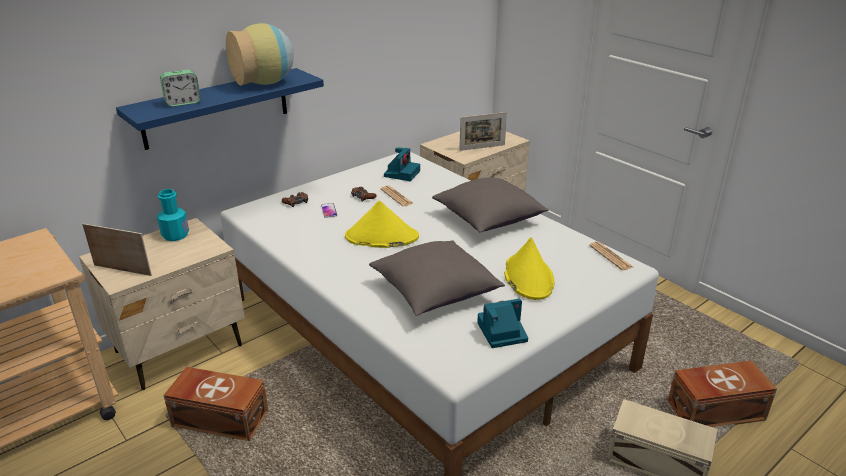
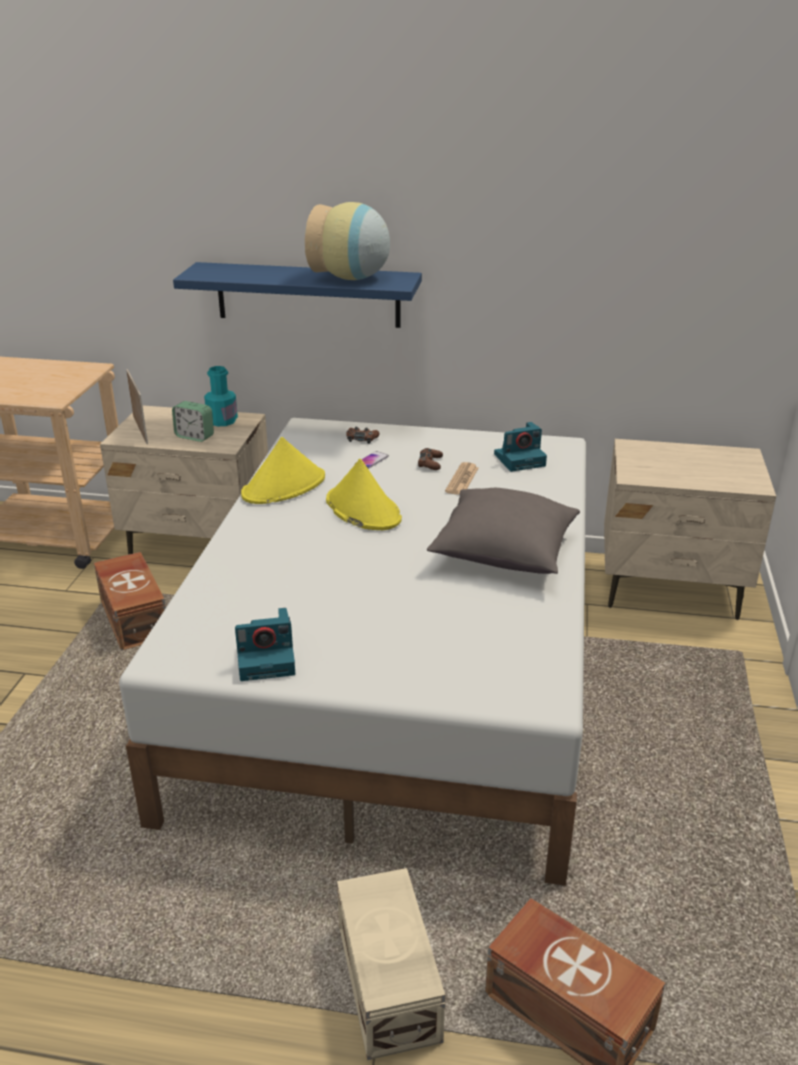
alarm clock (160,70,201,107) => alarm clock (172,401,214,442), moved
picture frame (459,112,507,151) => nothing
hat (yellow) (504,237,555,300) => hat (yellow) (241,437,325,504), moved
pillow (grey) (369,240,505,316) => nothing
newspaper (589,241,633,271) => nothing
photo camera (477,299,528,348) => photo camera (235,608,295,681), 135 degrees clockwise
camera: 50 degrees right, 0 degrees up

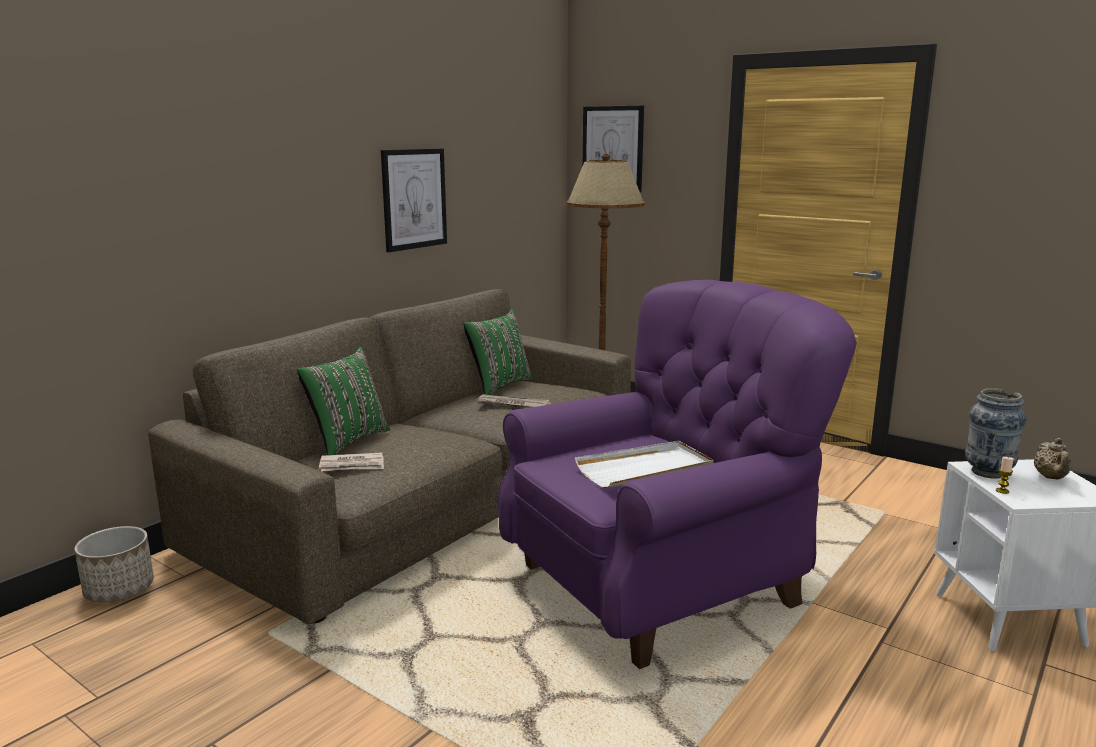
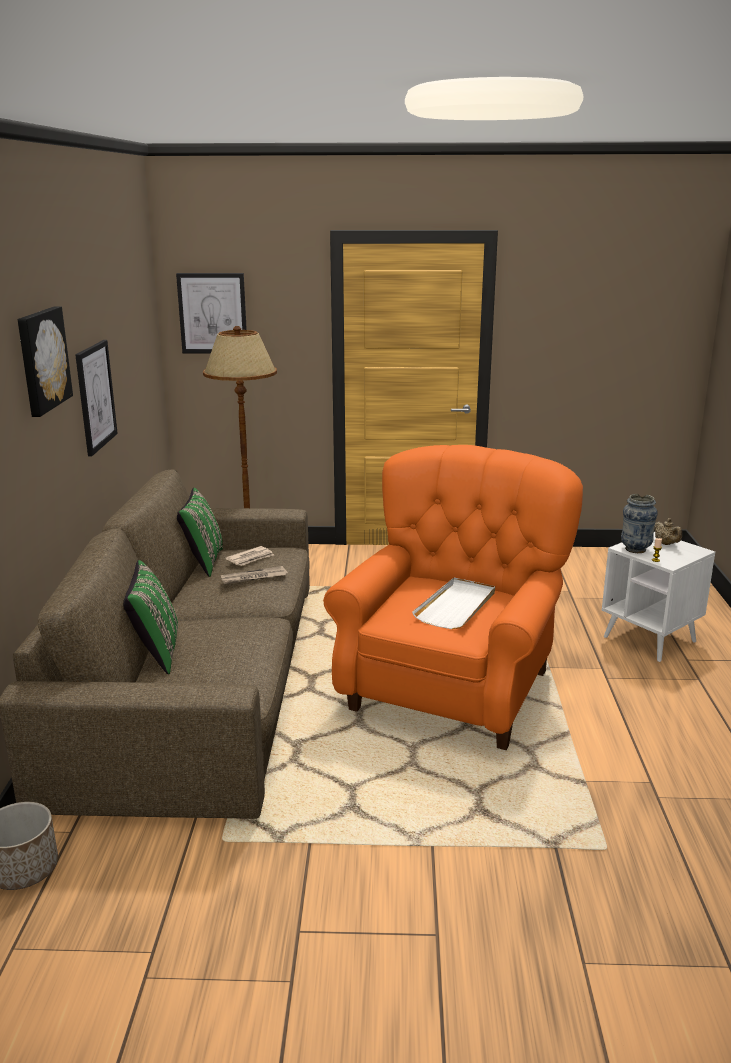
armchair (purple) (498,280,857,669) => armchair (orange) (323,445,583,750)
newspaper (319,452,384,471) => newspaper (225,546,274,566), moved
nothing => picture (17,306,73,417)
camera: 35 degrees left, 5 degrees up

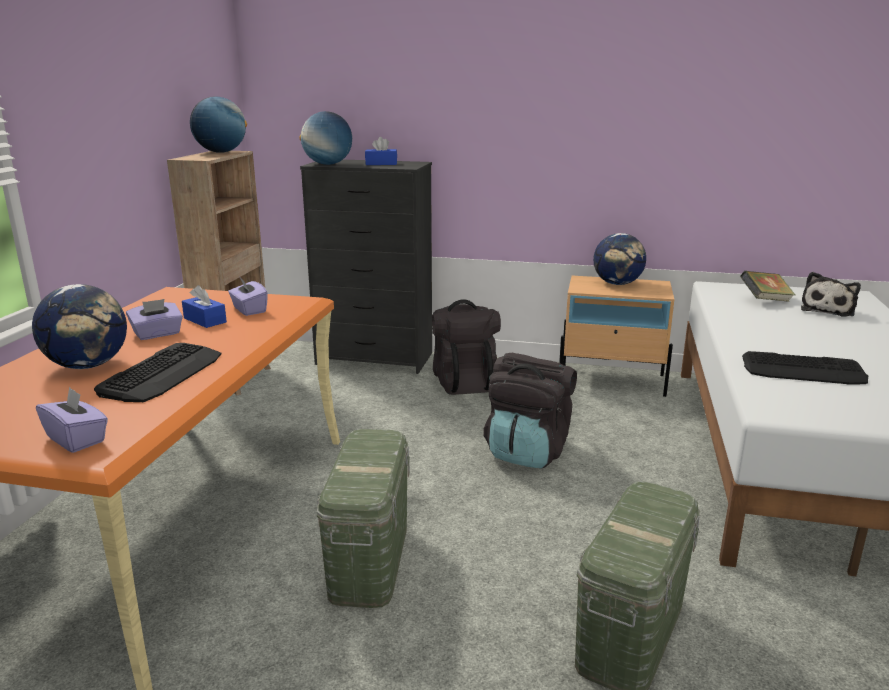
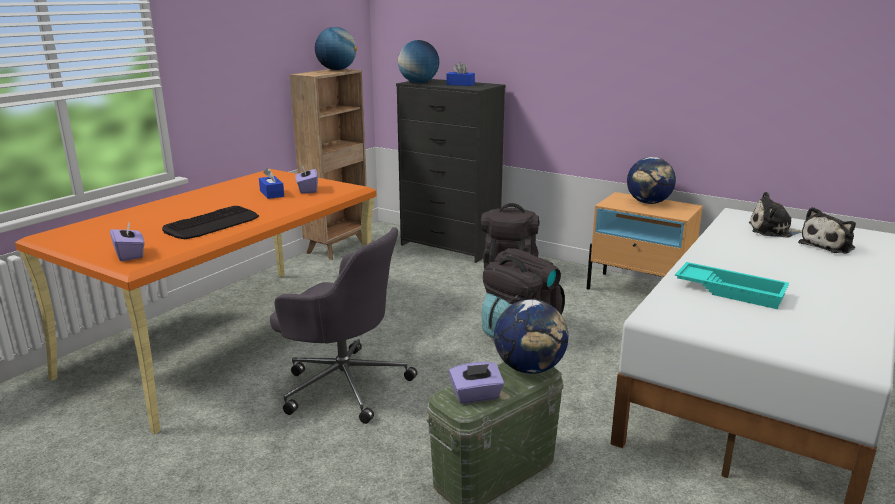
book (740,271,796,302) => plush toy (749,192,802,238)
globe (32,284,127,369) => globe (494,299,568,374), moved
tissue box (purple) (126,299,183,340) => tissue box (purple) (449,362,504,404), moved
keyboard (742,351,868,385) => tray (turquoise) (675,262,789,309)
storage box (green) (317,429,410,608) => office chair (grey) (270,227,417,424)
camera: 20 degrees right, 0 degrees up

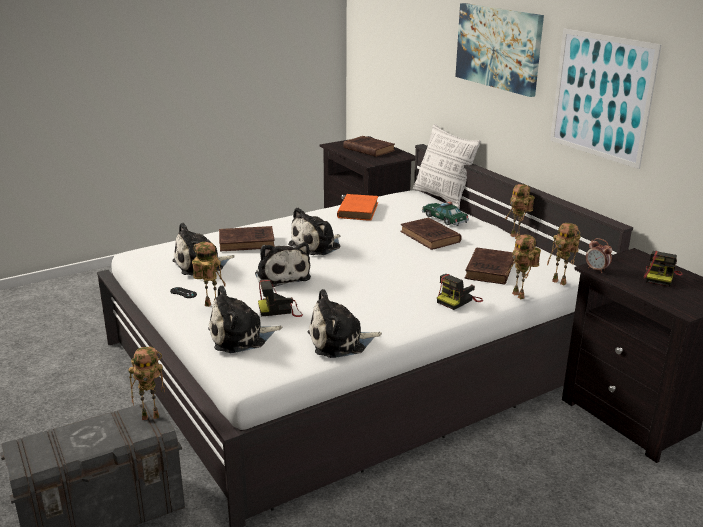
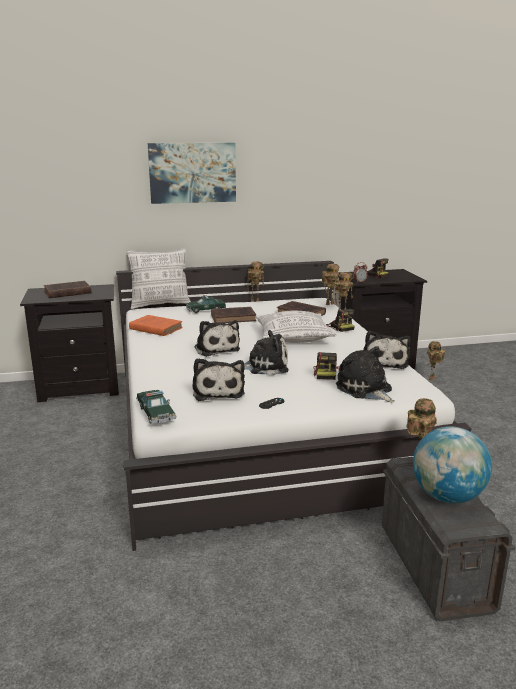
picture (550,29,661,169) => nothing
book (brown) (219,226,275,251) => nothing
toy robot (192,242,226,307) => toy robot (427,341,445,381), moved
plush toy (208,285,282,353) => plush toy (336,346,395,402), 150 degrees clockwise
nothing => pillow (255,311,336,343)
nothing => toy car (136,390,177,424)
nothing => globe (413,426,492,503)
camera: 70 degrees left, 5 degrees down

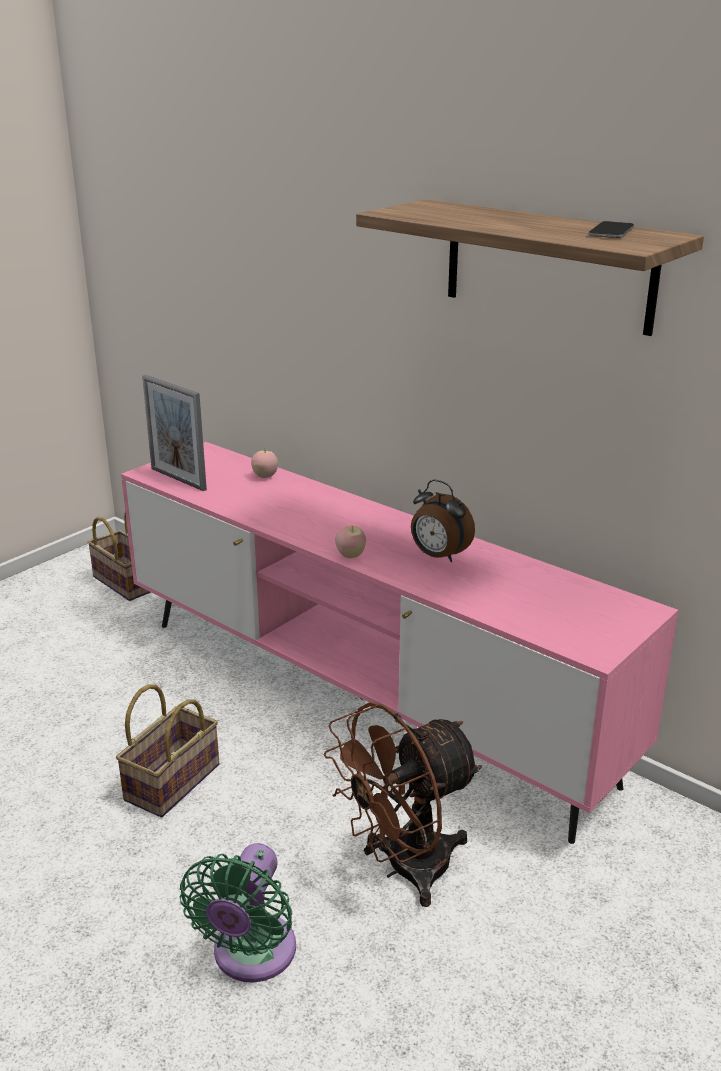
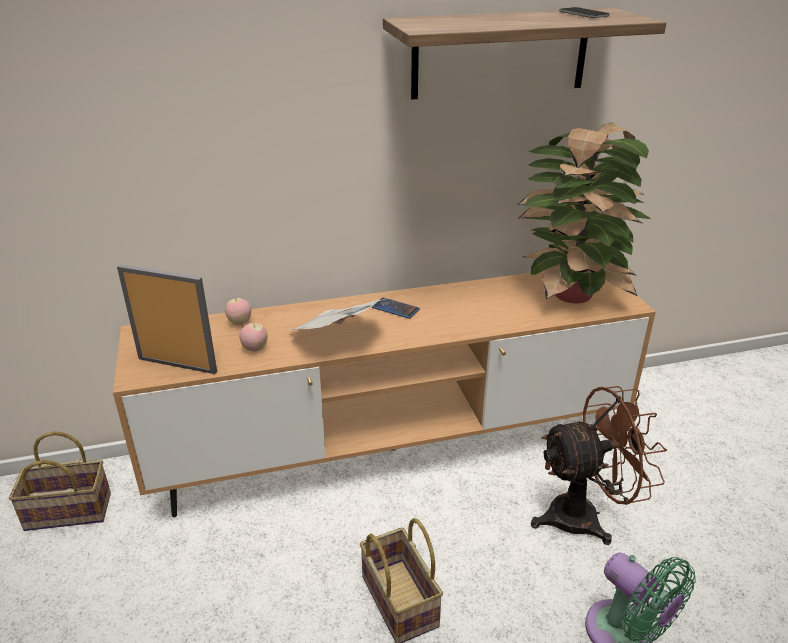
picture frame (142,375,207,491) => picture frame (117,264,217,374), 150 degrees counterclockwise
tv stand (pink) (121,442,678,844) => tv stand (brown) (113,271,656,517)
alarm clock (411,479,475,562) => nothing
apple (335,526,366,558) => apple (239,322,268,352), moved
fan (brown) (324,702,482,907) => fan (brown) (531,386,667,545), 105 degrees counterclockwise
nothing => potted plant (518,122,651,304)
nothing => phone (372,297,420,319)
nothing => newspaper (290,299,385,331)
camera: 55 degrees left, 5 degrees up

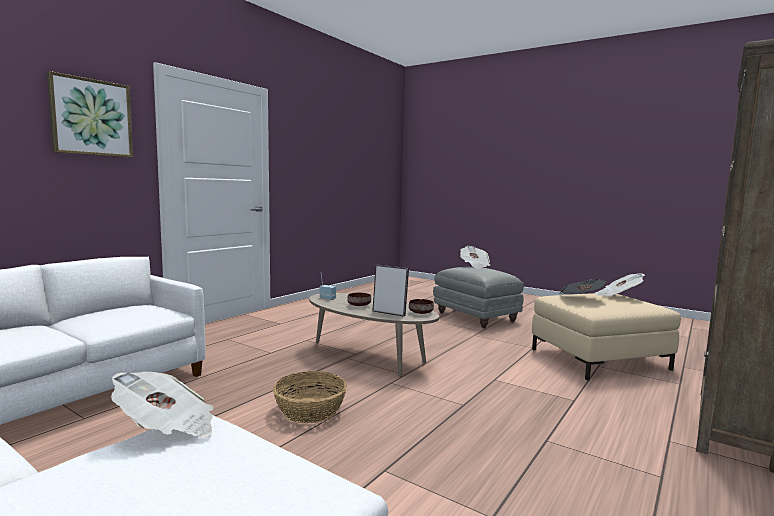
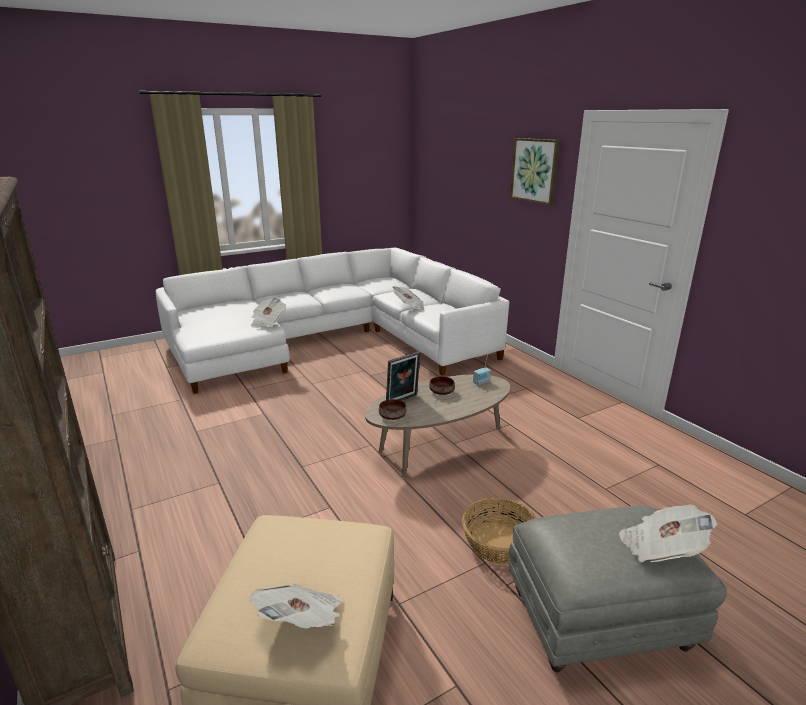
newspaper (560,279,606,294) => newspaper (393,286,424,309), moved
basket (273,371,347,423) => basket (462,498,536,565), moved
camera: 115 degrees right, 15 degrees up

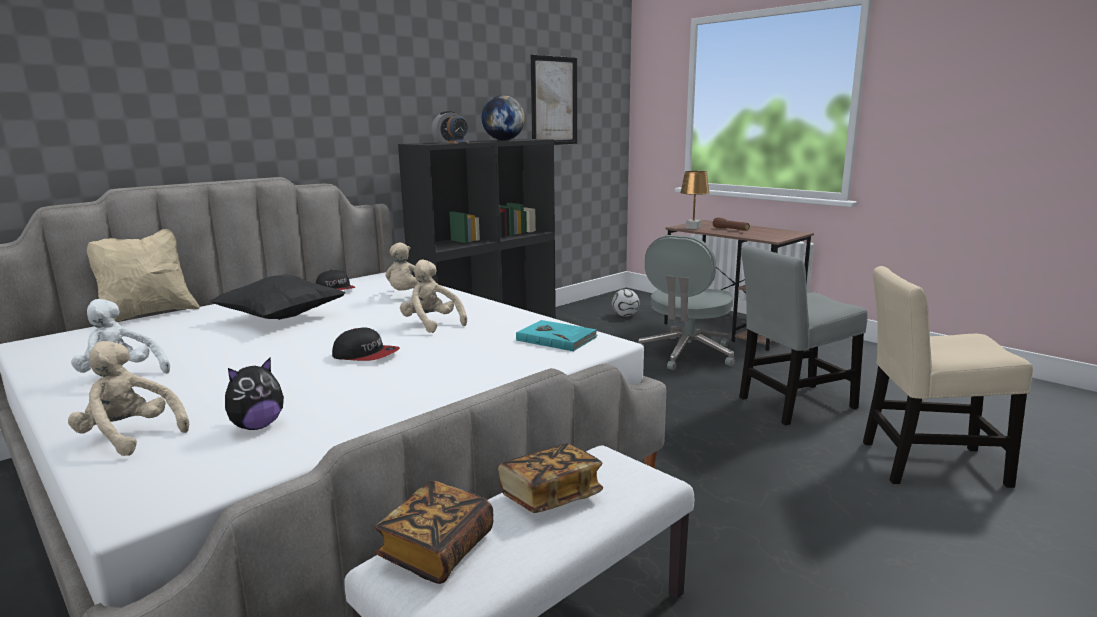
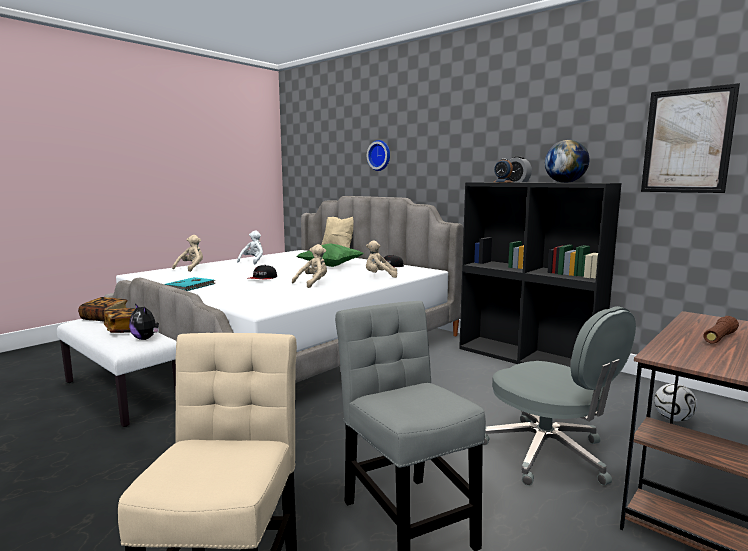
table lamp (brown) (680,171,710,229) => nothing
office chair (grey) (638,235,735,370) => office chair (grey) (483,306,636,486), 150 degrees counterclockwise
pillow (black) (209,274,345,320) => pillow (green) (297,243,364,267)
book (turquoise) (516,320,597,351) => book (turquoise) (165,277,215,291), moved
plush toy (225,358,284,430) => plush toy (129,303,159,340), moved
nothing => wall clock (367,140,390,171)
camera: 85 degrees right, 5 degrees down

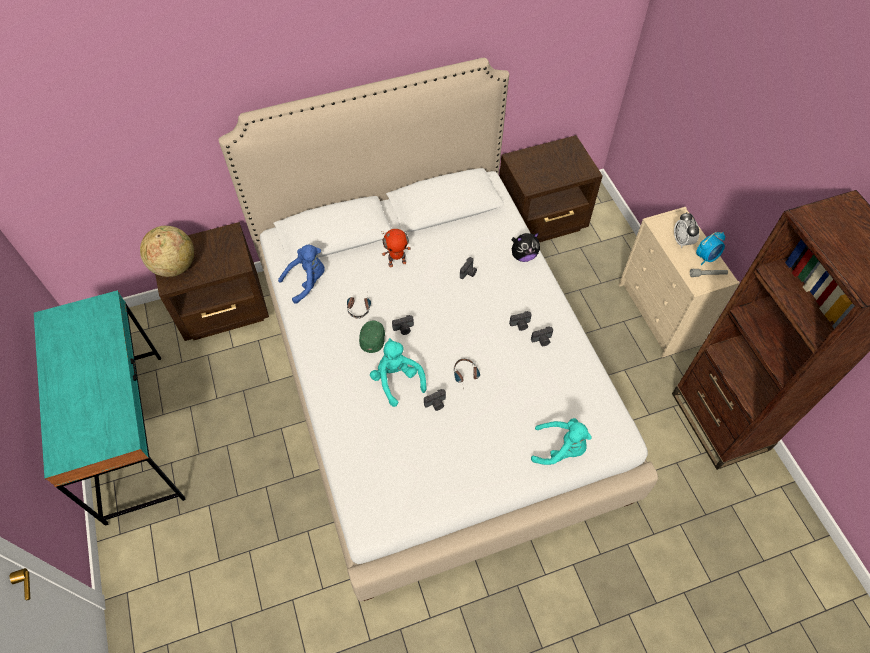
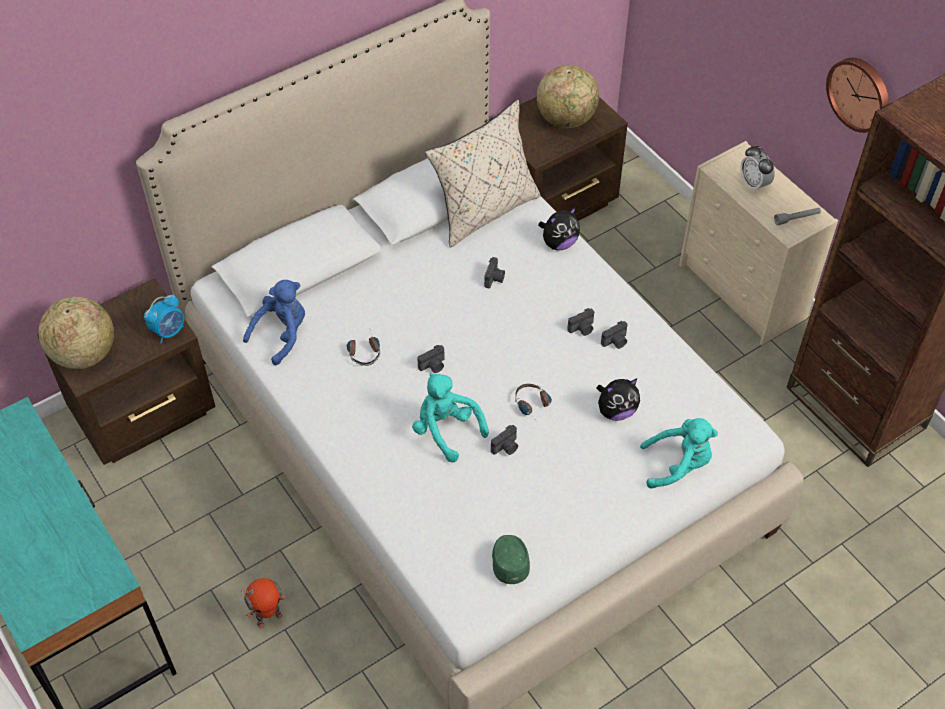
toy robot (381,229,411,267) => toy robot (242,578,285,628), moved
alarm clock (696,232,725,265) => alarm clock (144,294,184,343), moved
cap (green) (359,321,385,353) => cap (green) (492,535,530,584), moved
nothing => wall clock (826,58,889,133)
nothing => globe (537,65,599,129)
nothing => pillow (beige) (425,99,540,247)
nothing => plush toy (597,378,640,421)
camera: 15 degrees left, 5 degrees down

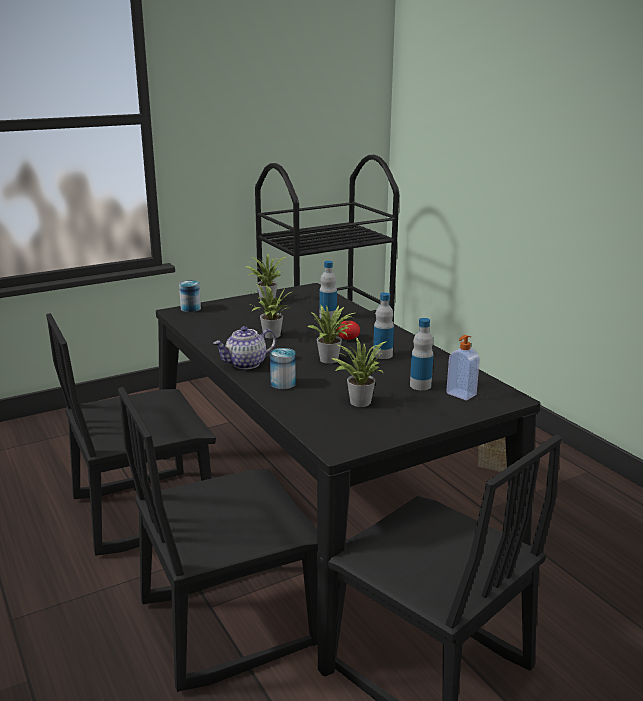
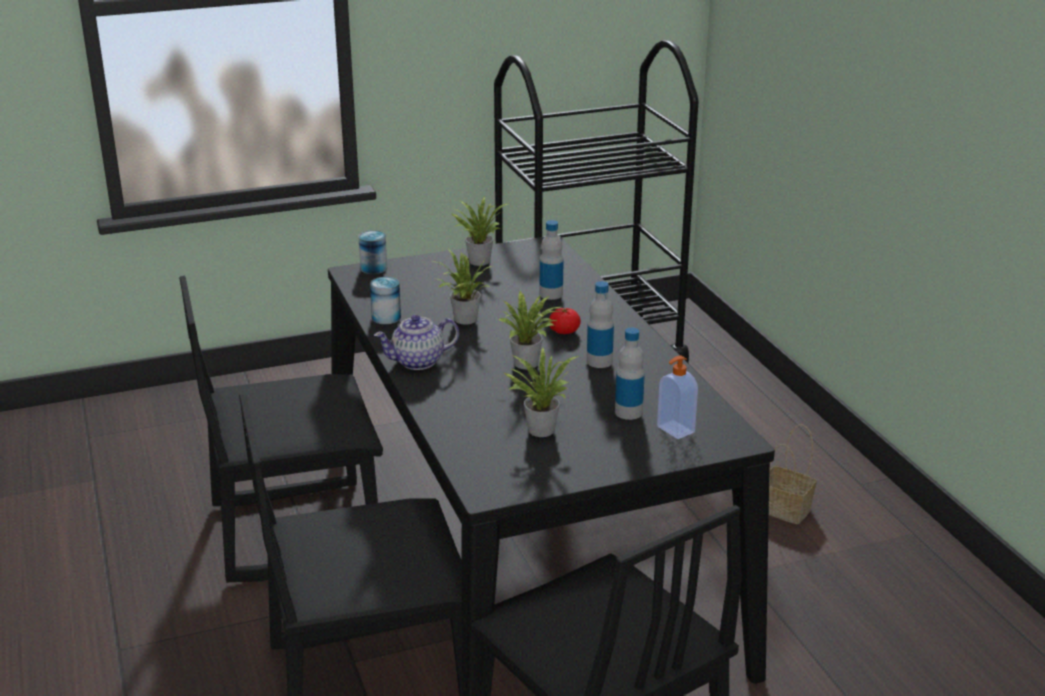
can (270,348,296,389) => can (370,277,401,324), moved
camera: 10 degrees right, 5 degrees up

